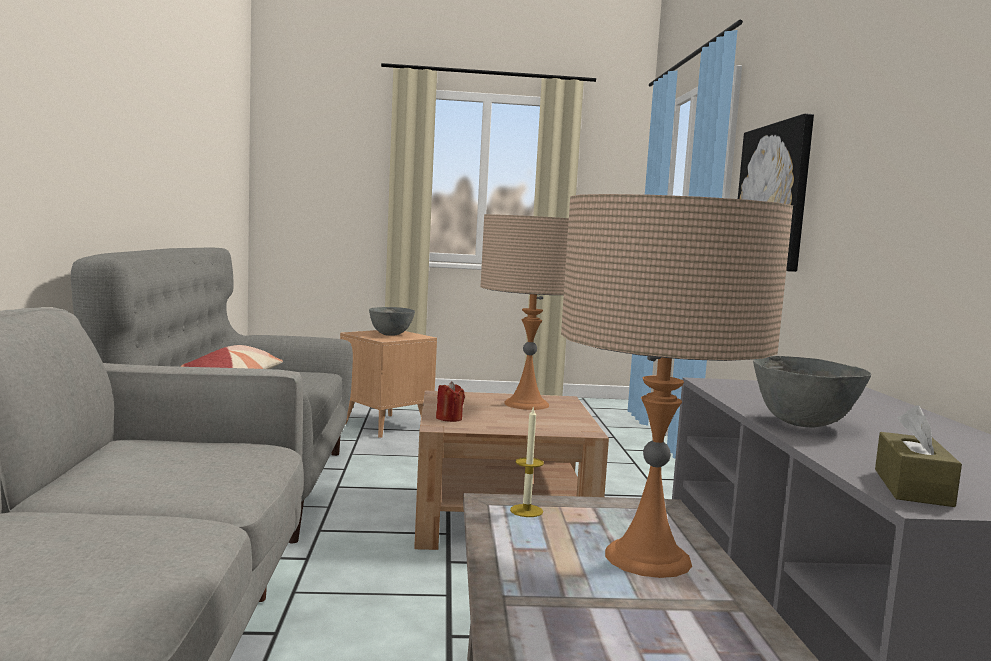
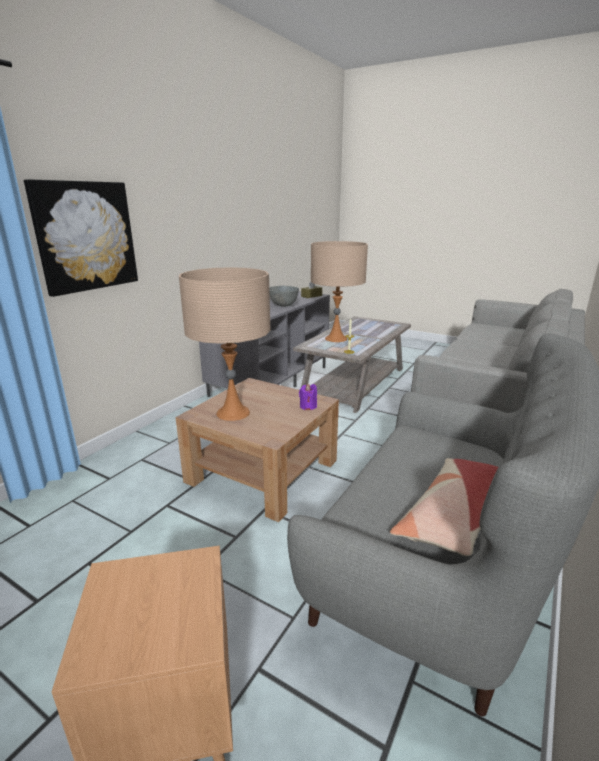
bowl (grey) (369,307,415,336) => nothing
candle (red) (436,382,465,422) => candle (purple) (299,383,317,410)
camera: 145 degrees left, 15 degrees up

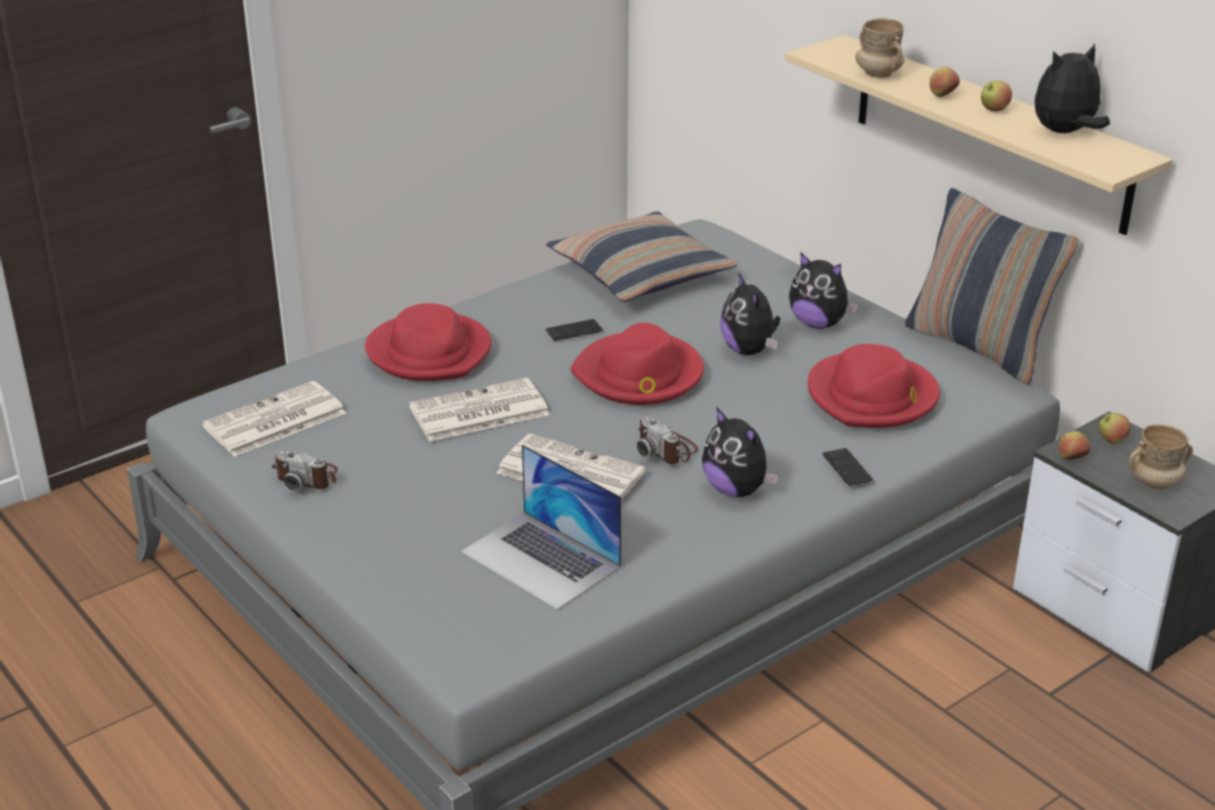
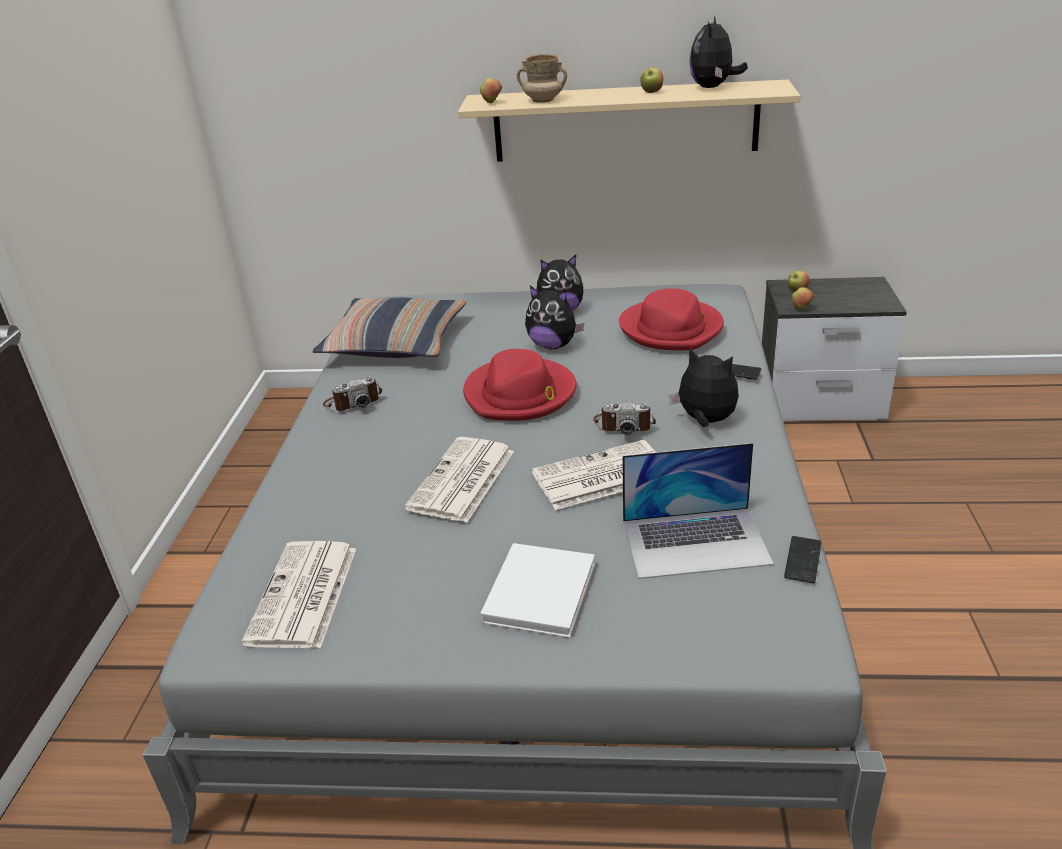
apple (930,67,960,97) => apple (480,78,502,103), moved
pillow (905,188,1079,384) => nothing
hat (red) (365,303,491,381) => nothing
phone (546,319,603,341) => phone (784,536,821,583), moved
plush toy (702,407,778,497) => plush toy (669,347,739,427), 150 degrees counterclockwise
mug (beige) (1129,424,1193,490) => nothing
photo camera (272,450,338,490) => photo camera (323,377,382,411), moved
nothing => book (white) (480,543,595,638)
camera: 45 degrees left, 0 degrees up

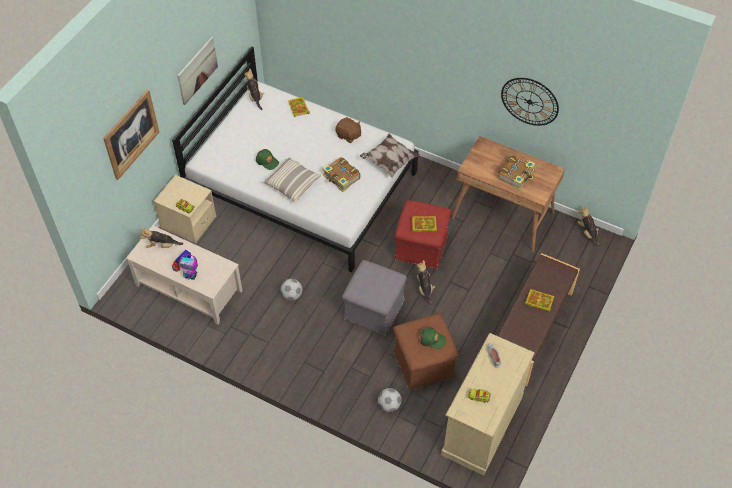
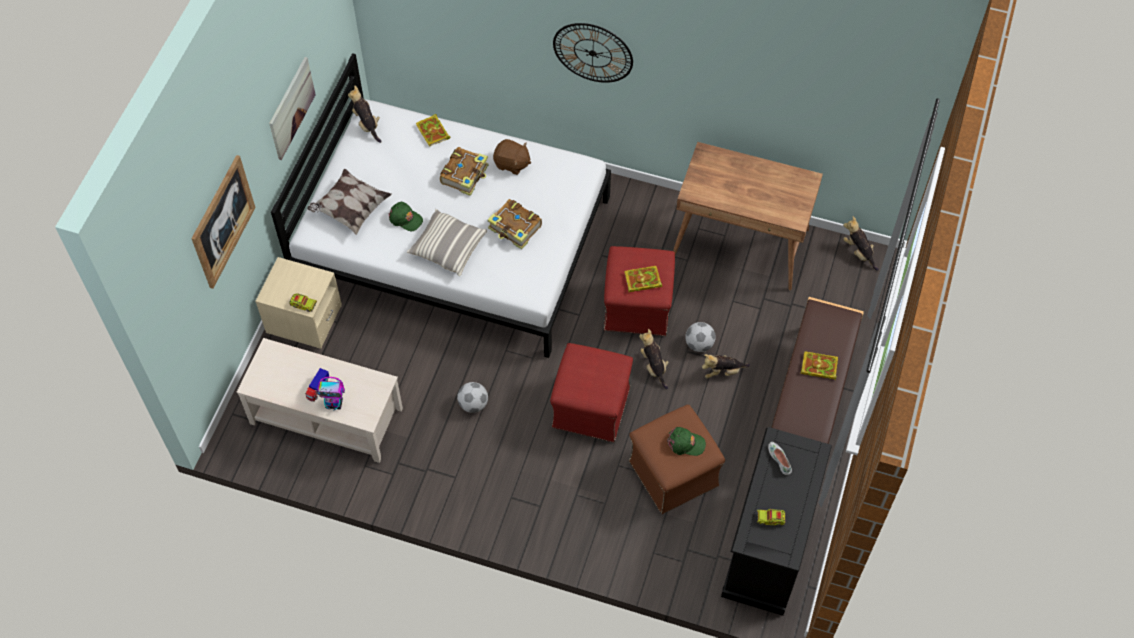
wall clock (501,78,559,126) => wall clock (553,23,633,83), moved
pillow (360,134,420,178) => pillow (307,169,392,235), moved
book (498,154,535,190) => book (440,147,488,196), moved
plush toy (140,228,183,248) => plush toy (702,354,750,378), moved
ottoman (grey) (342,260,407,336) => ottoman (red) (550,343,633,442)
dresser (beige) (441,333,534,476) => dresser (black) (721,427,832,616)
football (378,388,401,412) => football (685,322,716,352), moved
camera: 10 degrees left, 5 degrees up

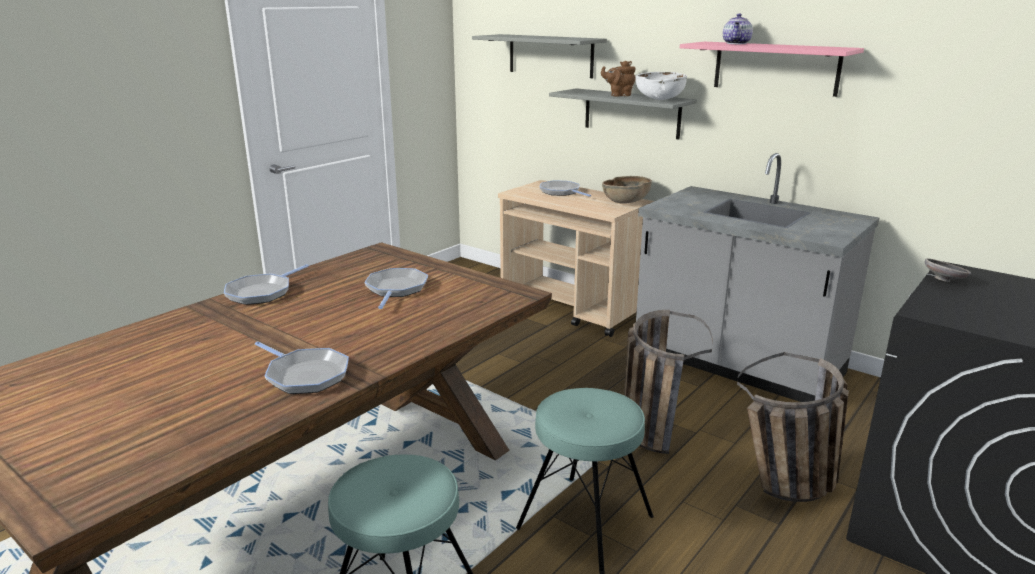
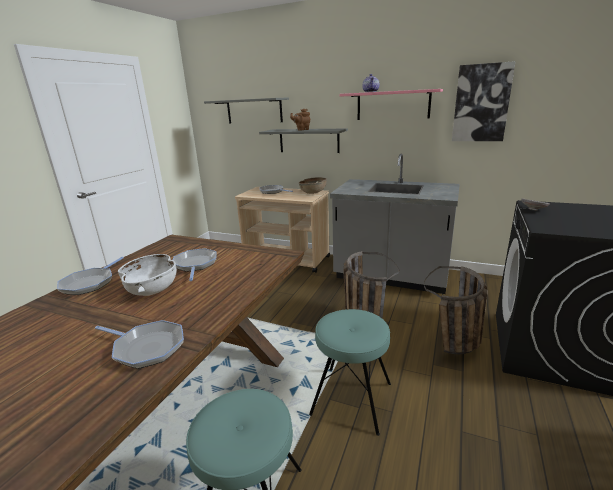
bowl (white) (636,72,687,100) => bowl (white) (118,254,177,296), moved
nothing => picture (452,61,516,141)
camera: 15 degrees left, 0 degrees up

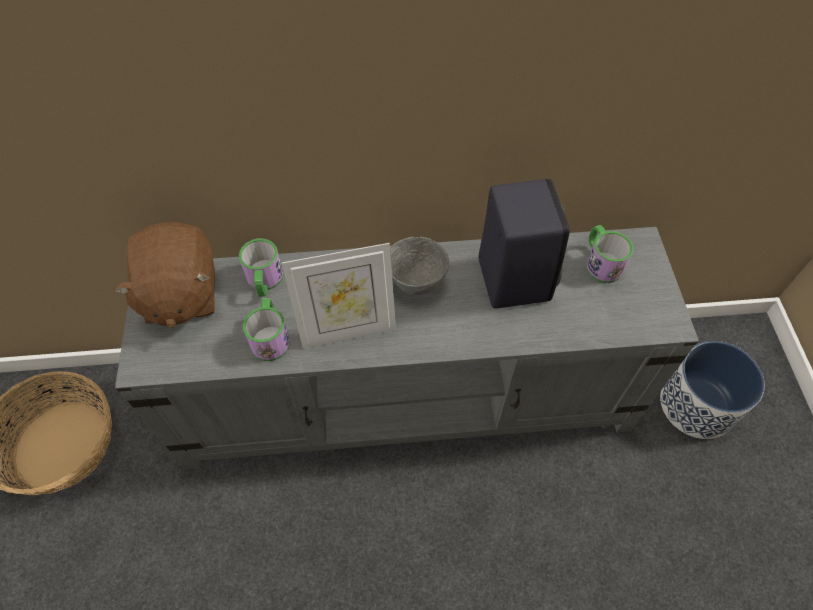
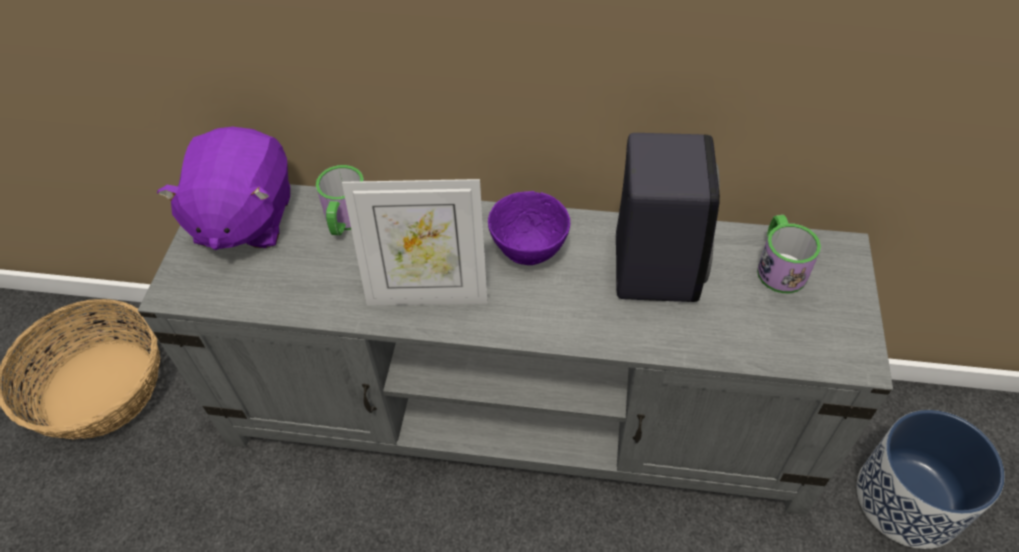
plush toy (brown) (114,222,215,328) => plush toy (purple) (157,127,290,250)
bowl (grey) (390,236,449,295) => bowl (purple) (488,191,570,265)
mug (243,298,290,361) => nothing
camera: 15 degrees right, 5 degrees down

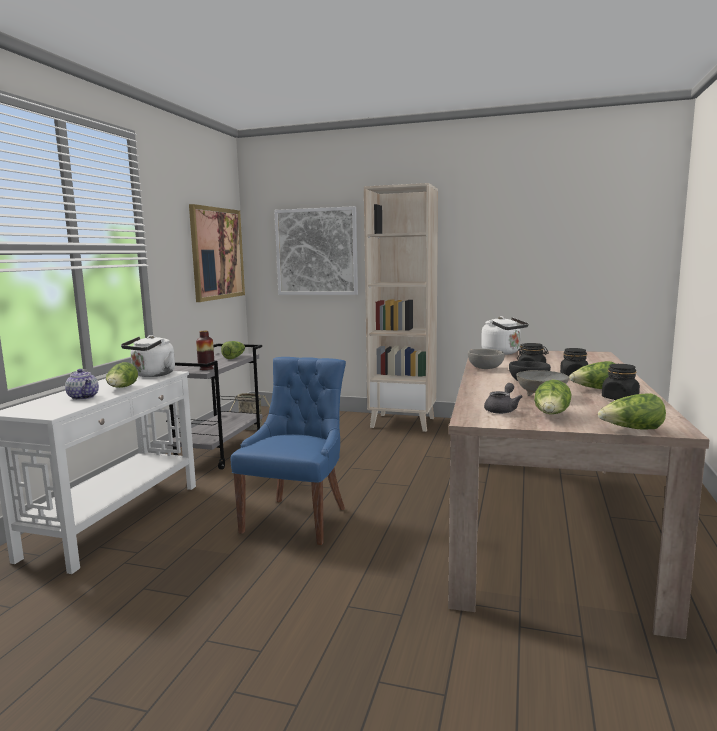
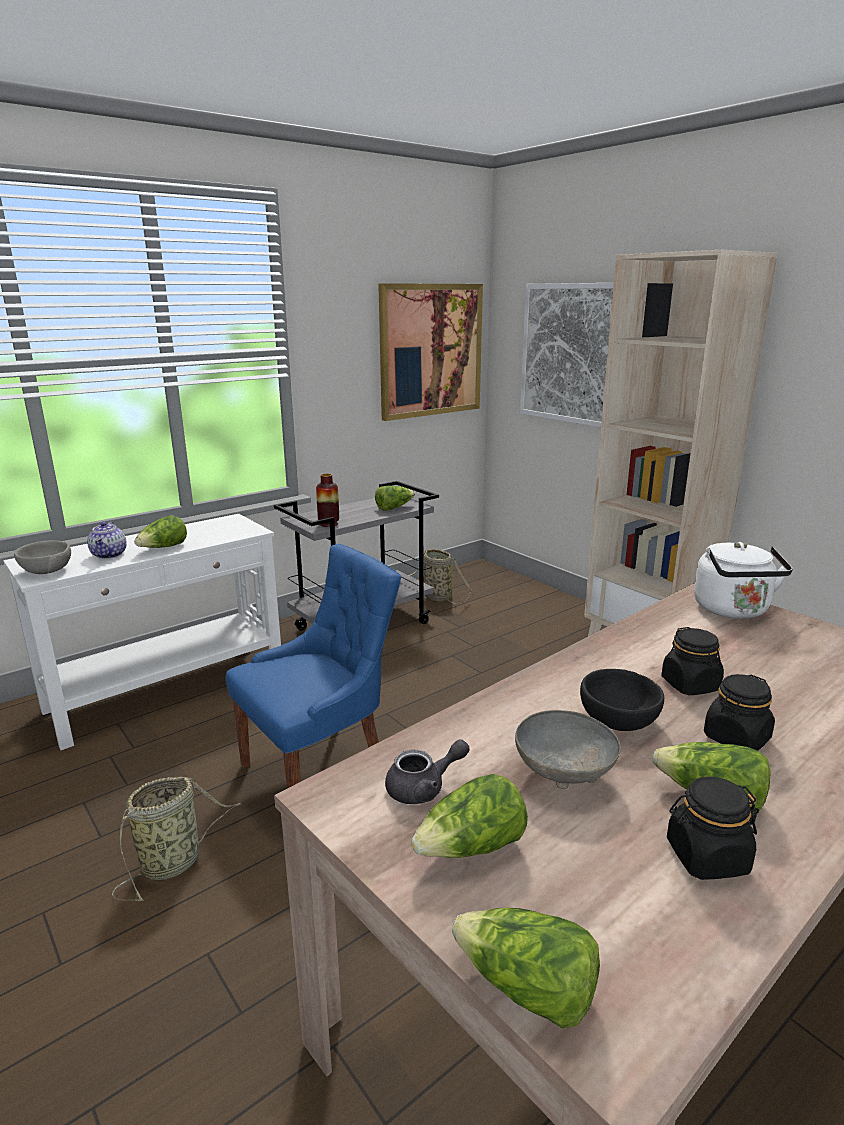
kettle (white) (121,335,175,377) => nothing
bowl (grey) (468,349,505,369) => bowl (grey) (14,540,71,574), moved
nothing => basket (112,777,242,902)
camera: 35 degrees right, 10 degrees up

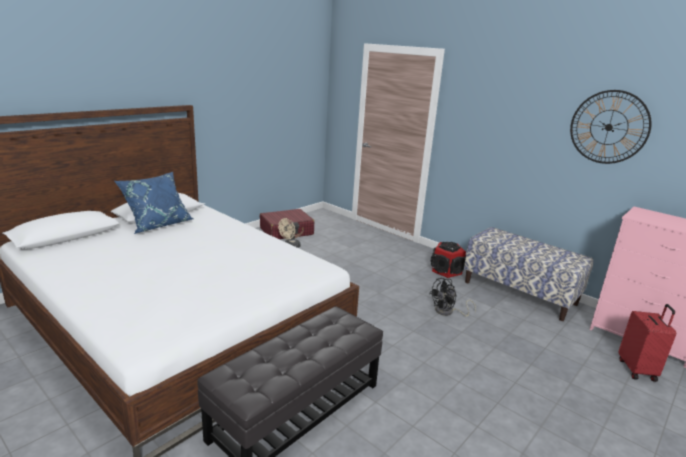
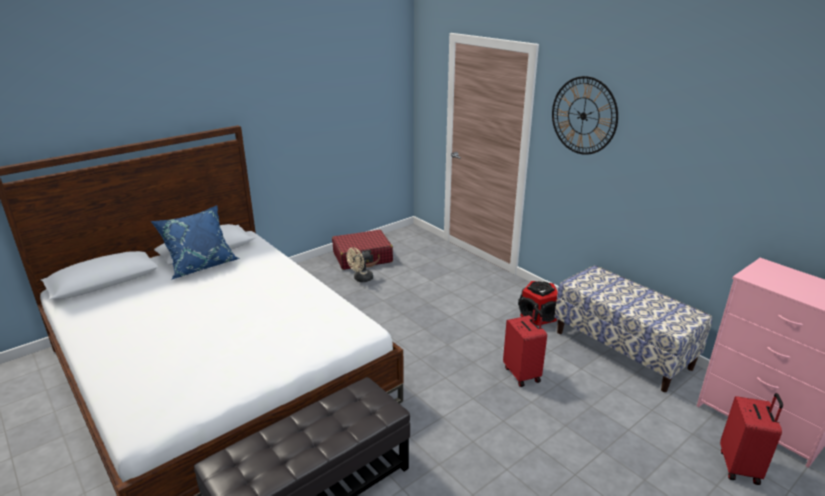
wall clock (570,90,652,164) => wall clock (552,76,618,155), moved
fan (black) (429,278,476,316) => suitcase (red) (503,307,547,387)
camera: 10 degrees right, 5 degrees up

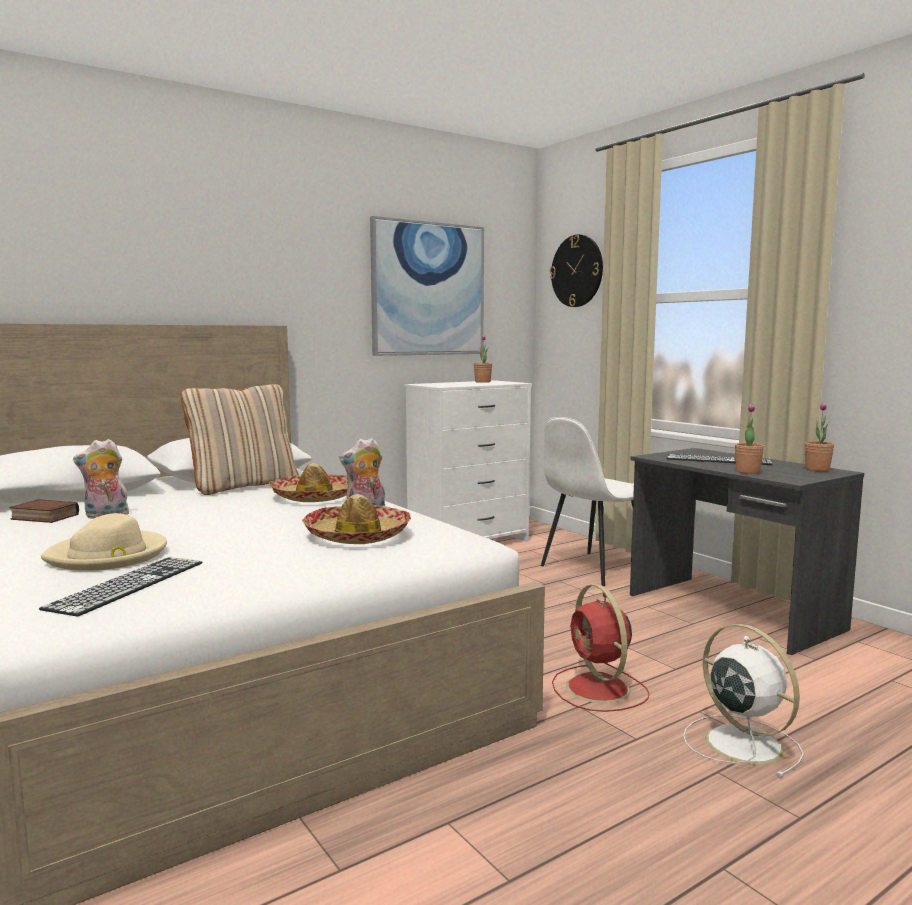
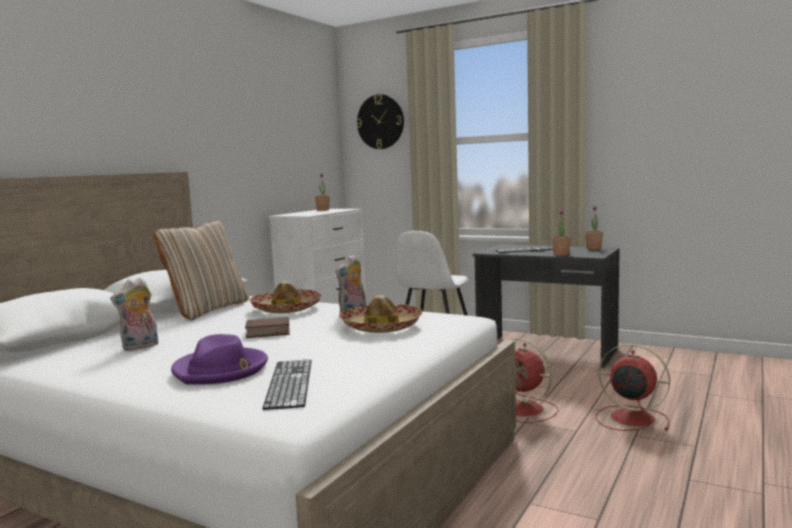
picture (370,216,484,356) => nothing
book (9,499,79,523) => book (245,317,290,338), moved
hat (beige) (41,513,167,571) => hat (purple) (171,334,268,385)
fan (white) (683,624,804,778) => fan (red) (596,344,670,431)
camera: 25 degrees left, 0 degrees up

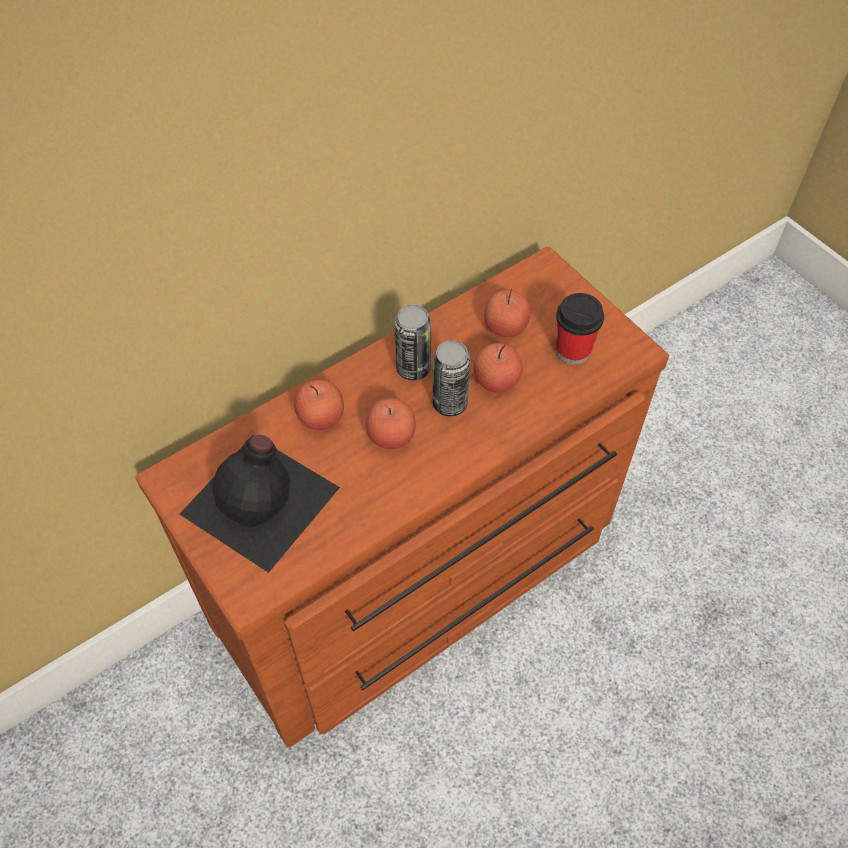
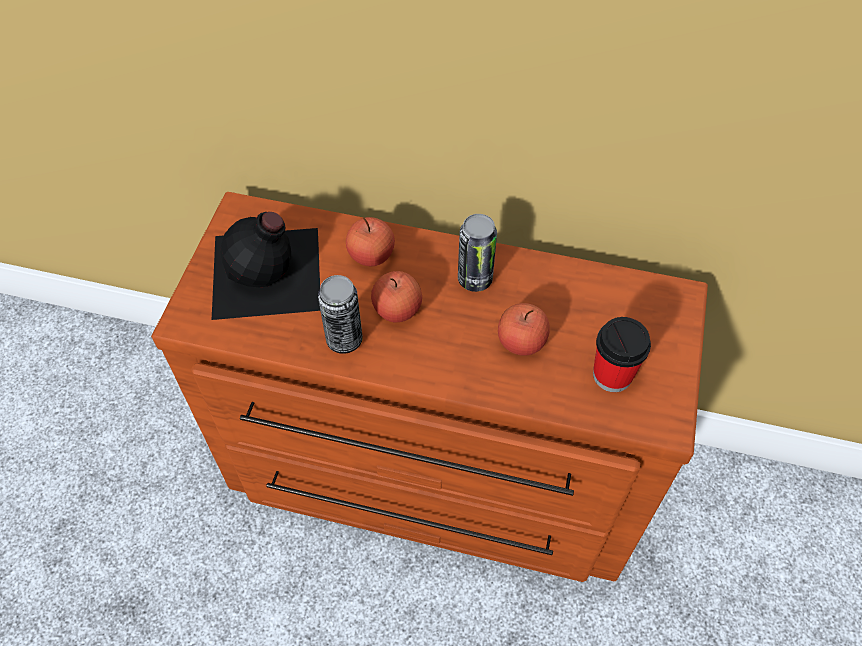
apple (484,289,531,337) => nothing
can (432,340,470,416) => can (318,275,363,354), moved
camera: 50 degrees right, 0 degrees up

